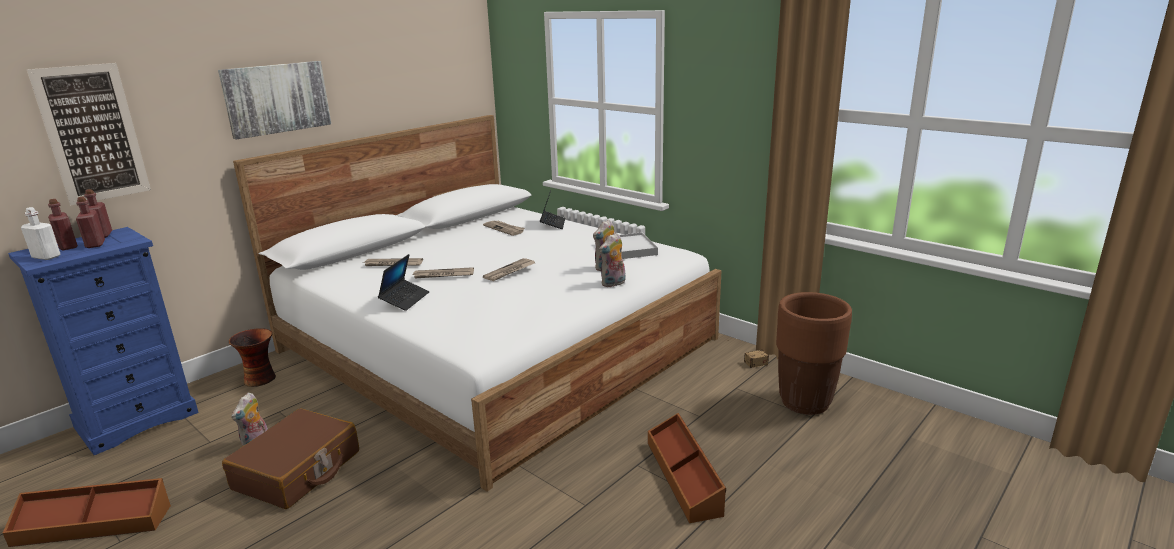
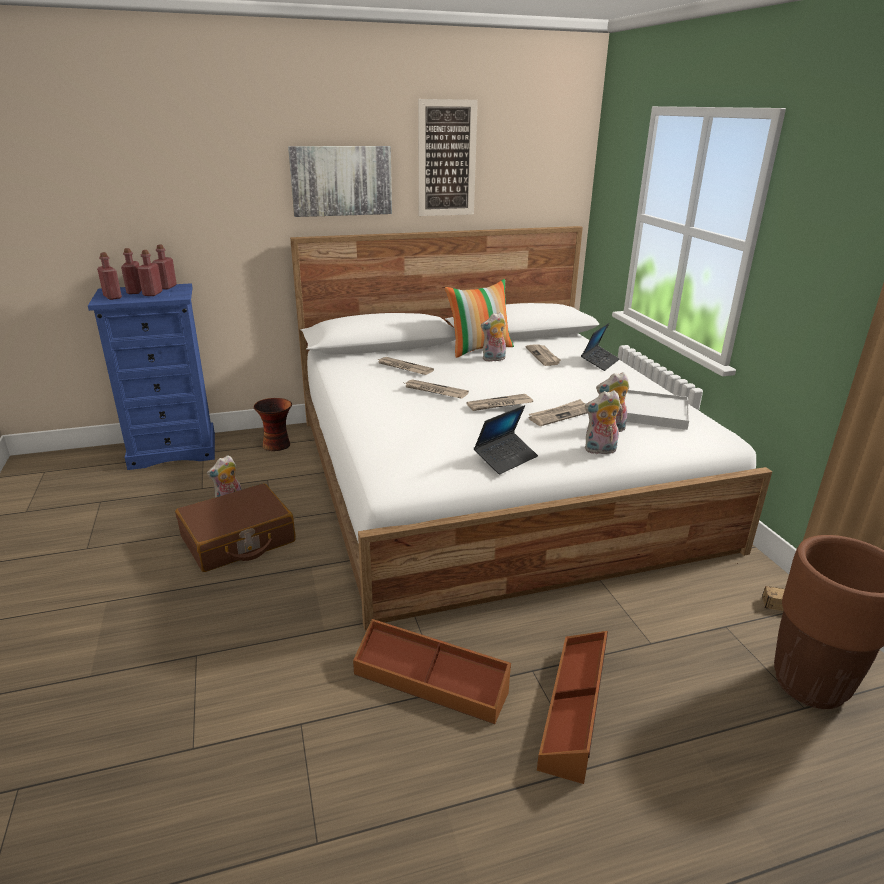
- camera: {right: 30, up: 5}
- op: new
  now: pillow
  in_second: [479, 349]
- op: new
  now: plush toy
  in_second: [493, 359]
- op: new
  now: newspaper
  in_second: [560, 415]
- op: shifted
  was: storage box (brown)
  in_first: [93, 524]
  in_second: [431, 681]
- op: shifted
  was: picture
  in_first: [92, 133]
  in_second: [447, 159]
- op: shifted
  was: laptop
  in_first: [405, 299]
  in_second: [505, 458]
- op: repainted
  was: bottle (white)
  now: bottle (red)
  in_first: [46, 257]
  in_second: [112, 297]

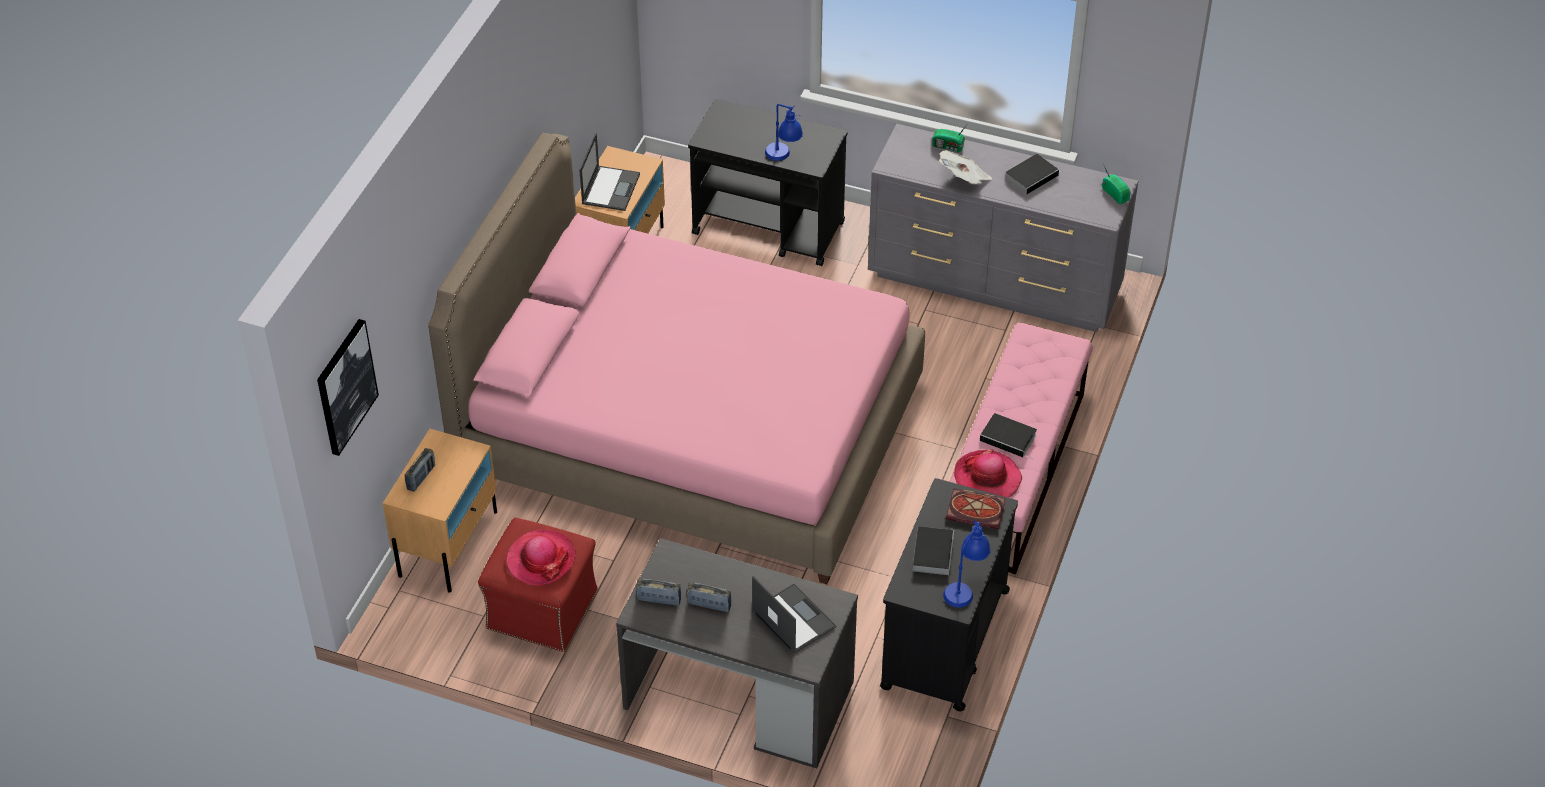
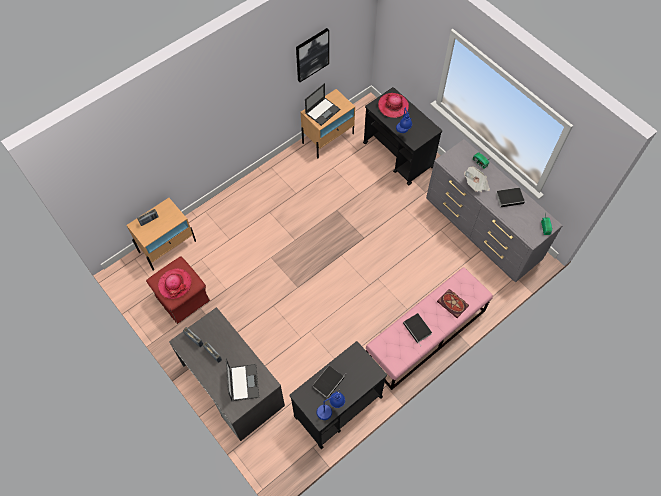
- camera: {right: 30, up: 15}
- op: gone
  was: bed (pink)
  in_first: [690, 431]
- op: shifted
  was: picture
  in_first: [345, 386]
  in_second: [312, 54]
- op: shifted
  was: book
  in_first: [977, 510]
  in_second: [453, 304]
- op: shifted
  was: hat
  in_first: [987, 478]
  in_second: [393, 106]

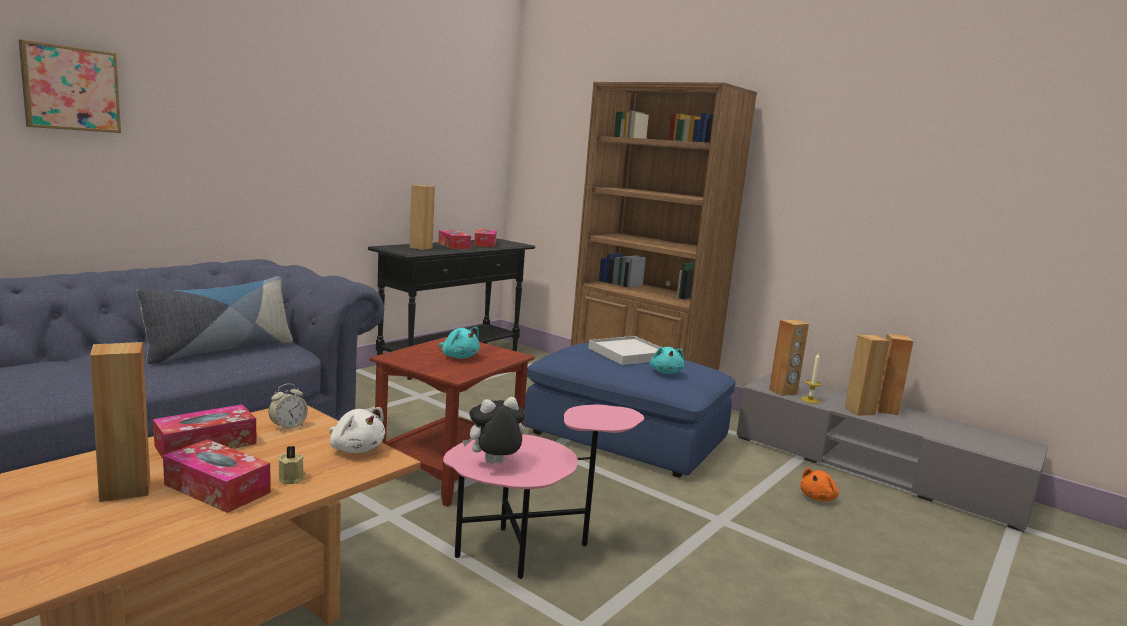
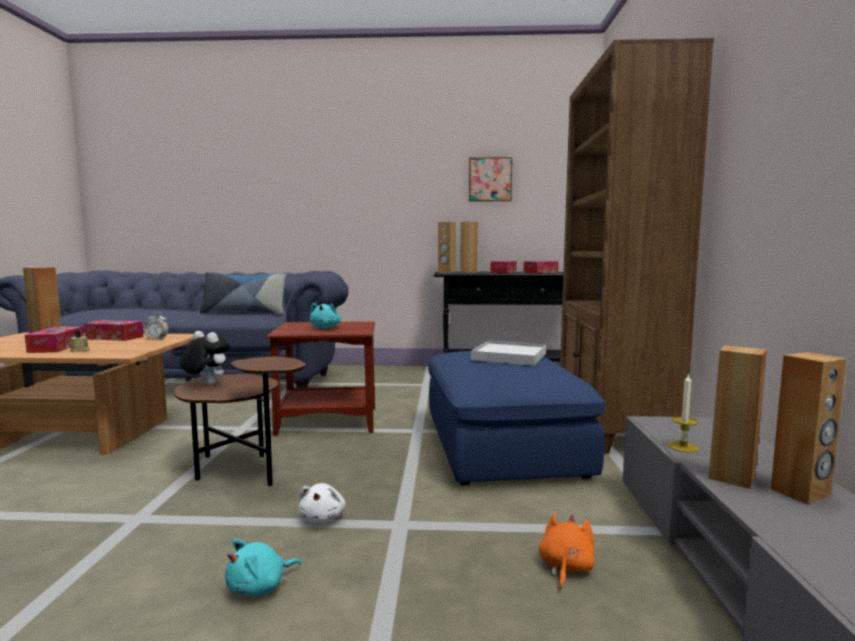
- camera: {right: 55, up: -5}
- op: shifted
  was: picture
  in_first: [70, 88]
  in_second: [490, 179]
- op: shifted
  was: plush toy (white)
  in_first: [356, 448]
  in_second: [323, 517]
- op: shifted
  was: plush toy (turquoise)
  in_first: [666, 372]
  in_second: [260, 587]
- op: shifted
  was: speaker (brown)
  in_first: [783, 392]
  in_second: [446, 272]
- op: repainted
  was: side table (pink)
  now: side table (brown)
  in_first: [530, 549]
  in_second: [241, 471]
- op: rotated
  was: plush toy (orange)
  in_first: [818, 497]
  in_second: [565, 567]
  clockwise: 105

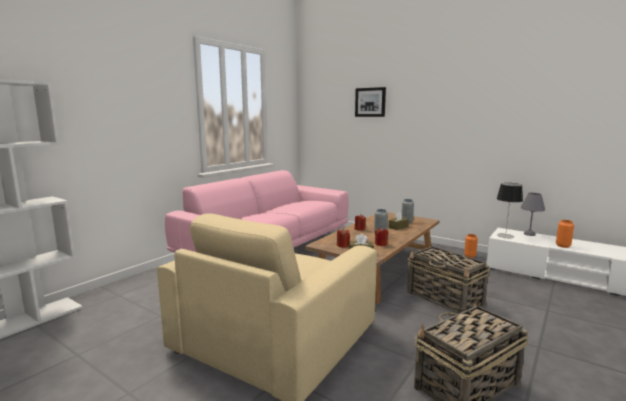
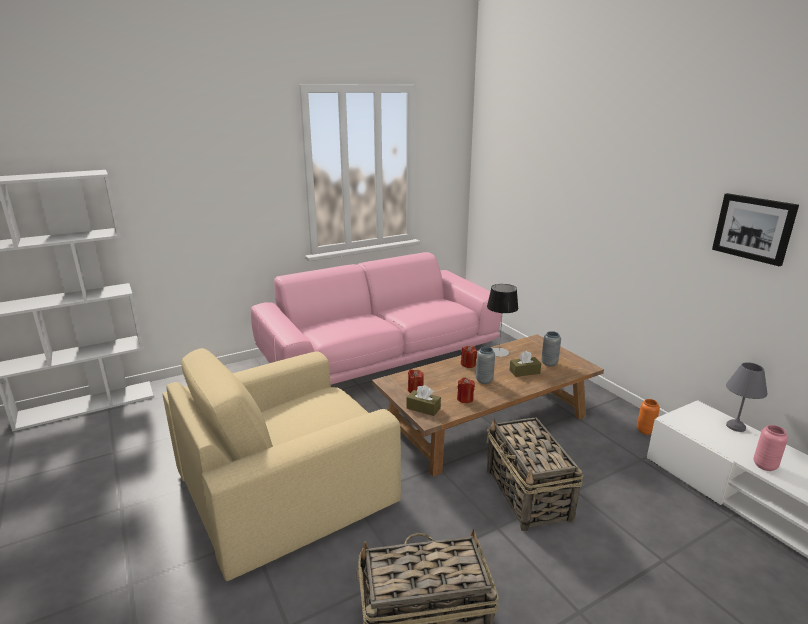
- camera: {right: 25, up: 10}
- op: shifted
  was: picture
  in_first: [370, 102]
  in_second: [754, 228]
- op: shifted
  was: table lamp
  in_first: [505, 236]
  in_second: [499, 352]
- op: repainted
  was: vase (orange)
  now: vase (pink)
  in_first: [563, 246]
  in_second: [764, 465]

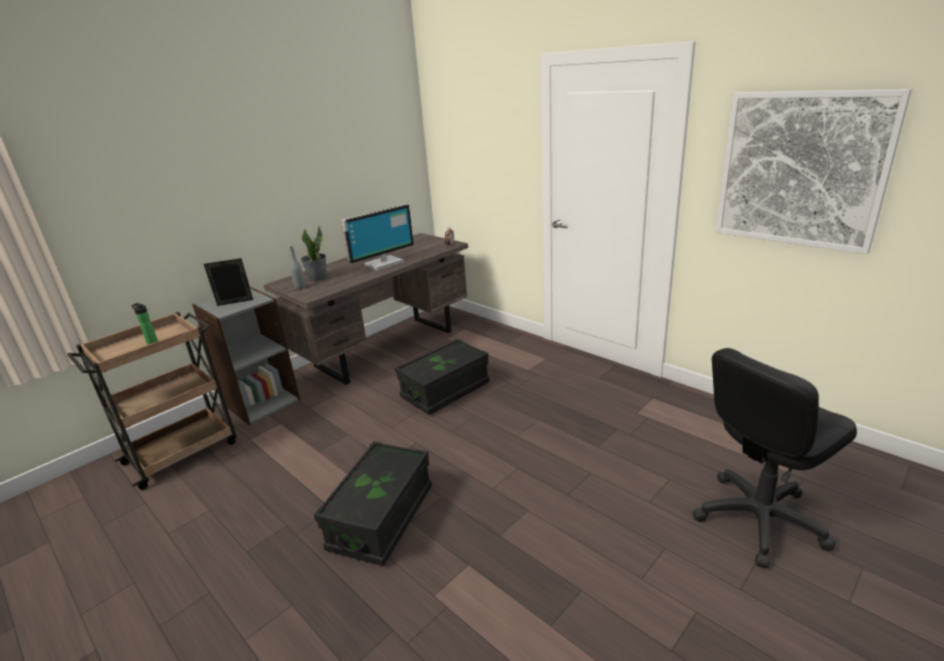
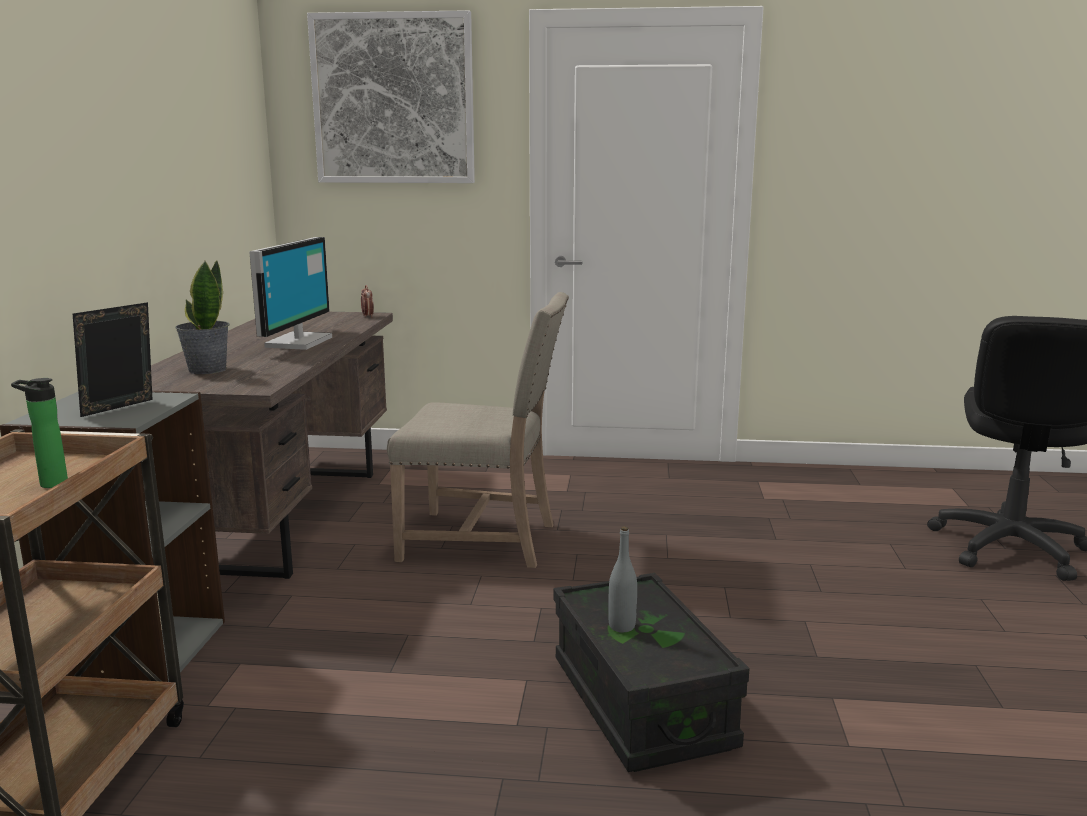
- camera: {right: -40, up: -10}
- op: shifted
  was: bottle (grey)
  in_first: [300, 287]
  in_second: [622, 626]
- op: shifted
  was: picture
  in_first: [800, 170]
  in_second: [393, 99]
- op: swapped
  was: storage box (black)
  now: chair (beige)
  in_first: [445, 391]
  in_second: [484, 540]

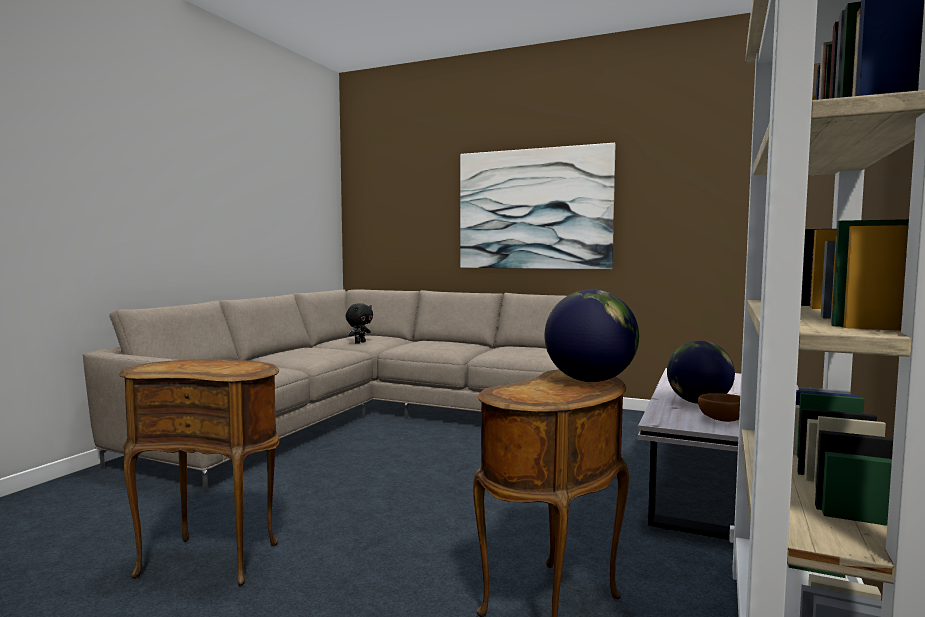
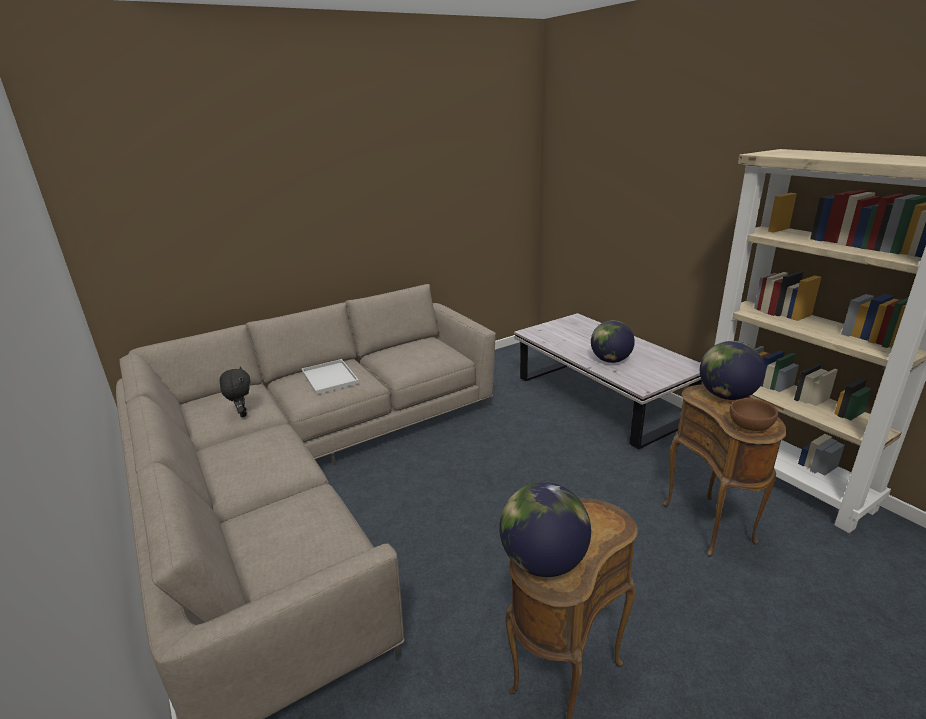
- camera: {right: -55, up: 20}
- op: gone
  was: picture
  in_first: [534, 209]
- op: new
  now: tray (white)
  in_second: [331, 378]
- op: new
  now: globe
  in_second: [543, 561]
- op: shifted
  was: bowl (brown)
  in_first: [723, 420]
  in_second: [751, 426]

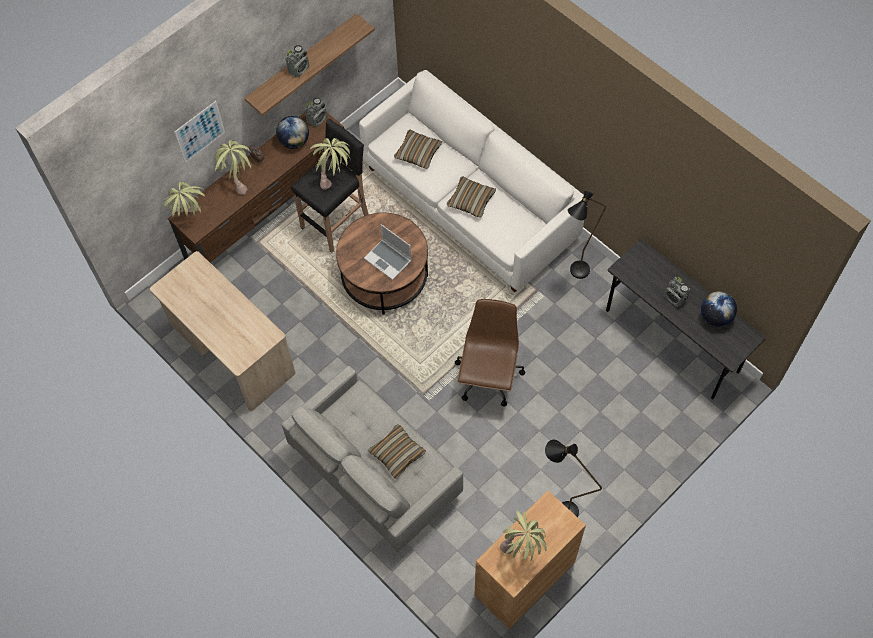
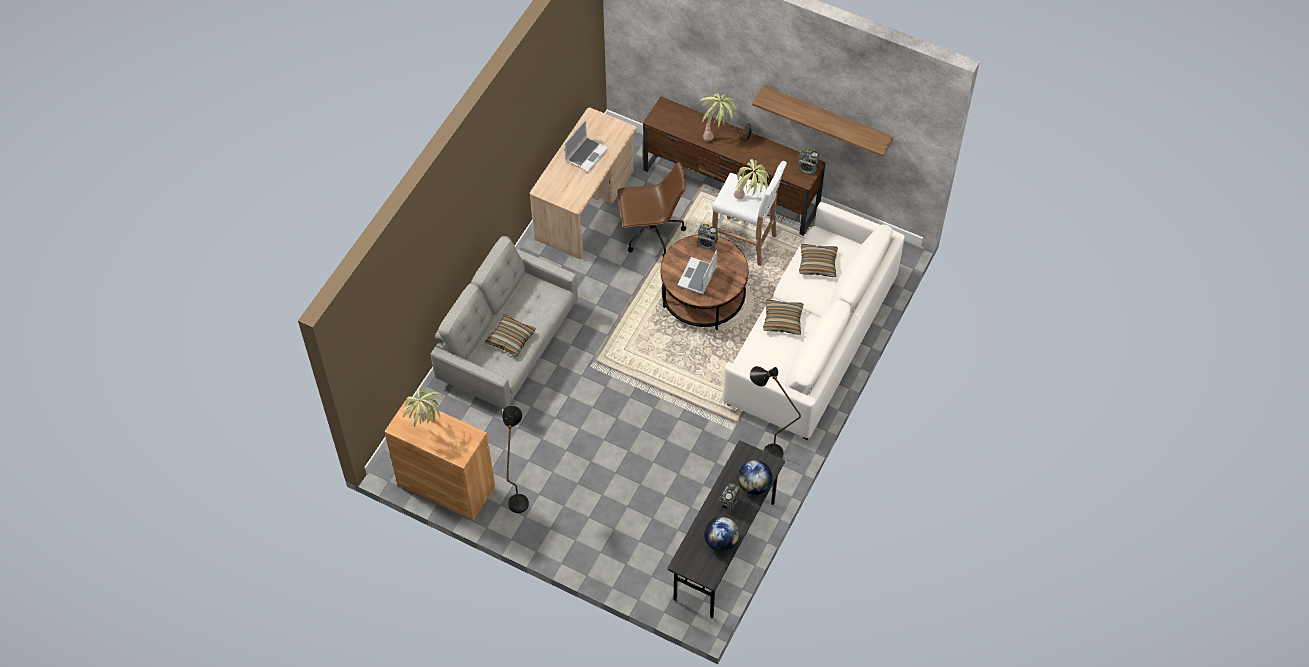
- camera: {right: 70, up: -5}
- op: gone
  was: potted plant
  in_first: [191, 220]
- op: gone
  was: picture
  in_first: [200, 132]
- op: new
  now: laptop
  in_second: [586, 154]
- op: shifted
  was: globe
  in_first: [294, 141]
  in_second: [754, 485]
- op: shifted
  was: radio
  in_first: [299, 69]
  in_second: [707, 243]
- op: shifted
  was: office chair (brown)
  in_first: [488, 378]
  in_second: [651, 234]
- op: repainted
  was: stool (black)
  now: stool (white)
  in_first: [336, 222]
  in_second: [745, 242]

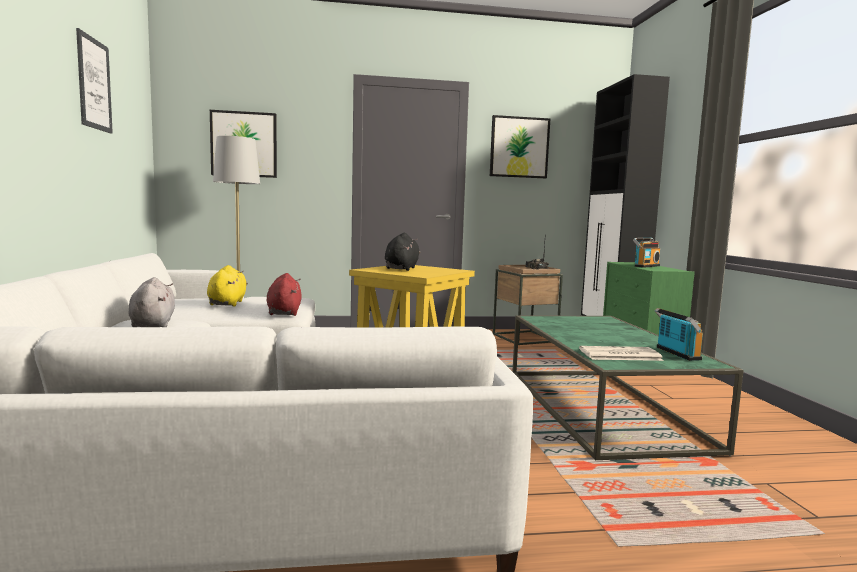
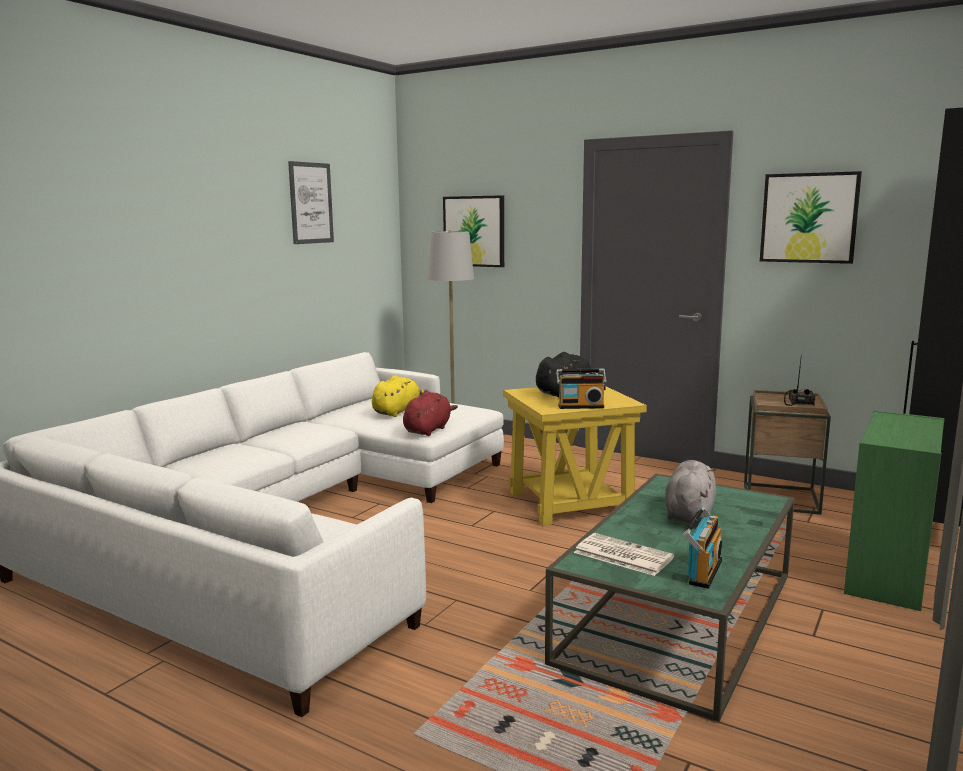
- camera: {right: 40, up: 5}
- op: shifted
  was: plush toy (grey)
  in_first: [153, 324]
  in_second: [689, 514]
- op: shifted
  was: radio
  in_first: [645, 266]
  in_second: [580, 406]

